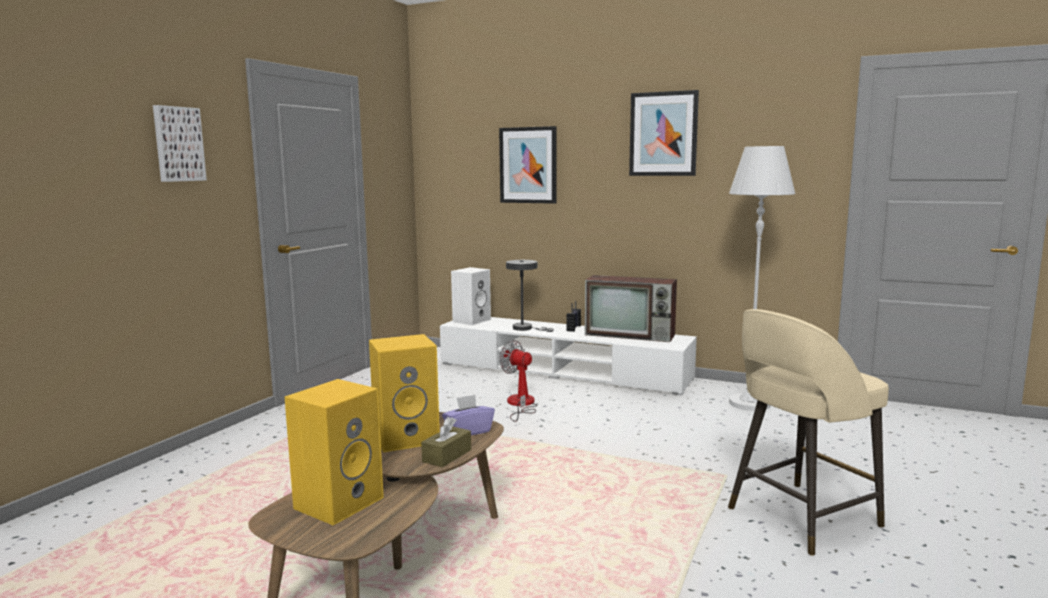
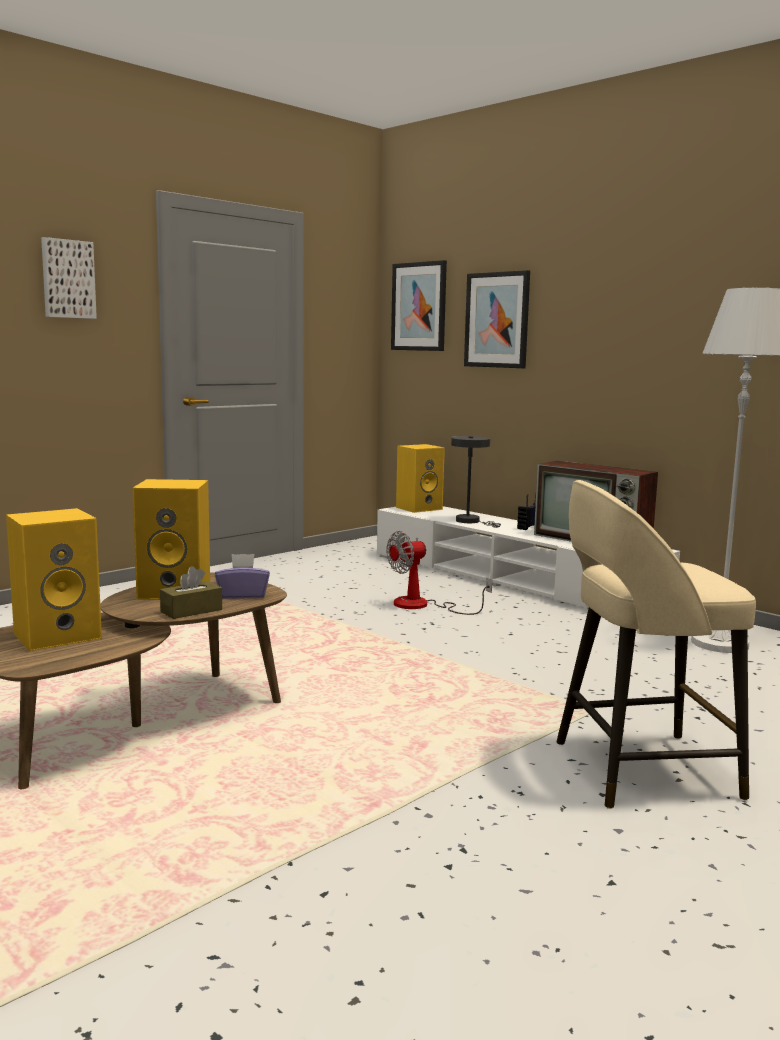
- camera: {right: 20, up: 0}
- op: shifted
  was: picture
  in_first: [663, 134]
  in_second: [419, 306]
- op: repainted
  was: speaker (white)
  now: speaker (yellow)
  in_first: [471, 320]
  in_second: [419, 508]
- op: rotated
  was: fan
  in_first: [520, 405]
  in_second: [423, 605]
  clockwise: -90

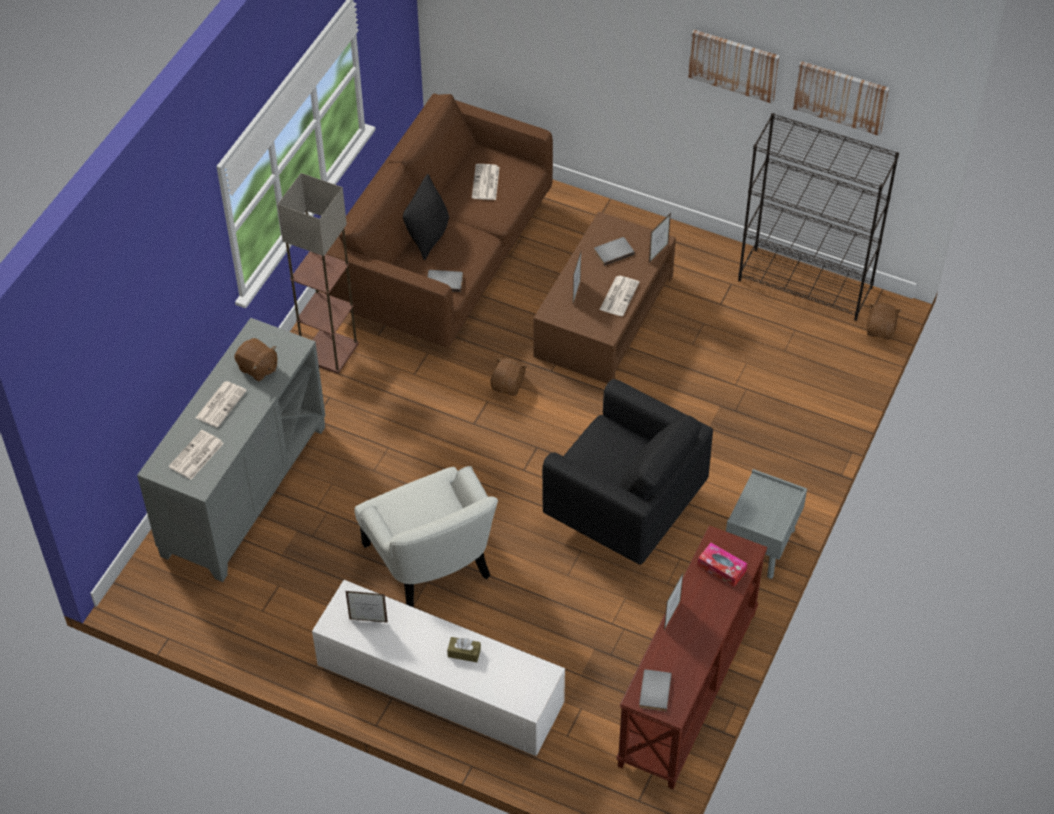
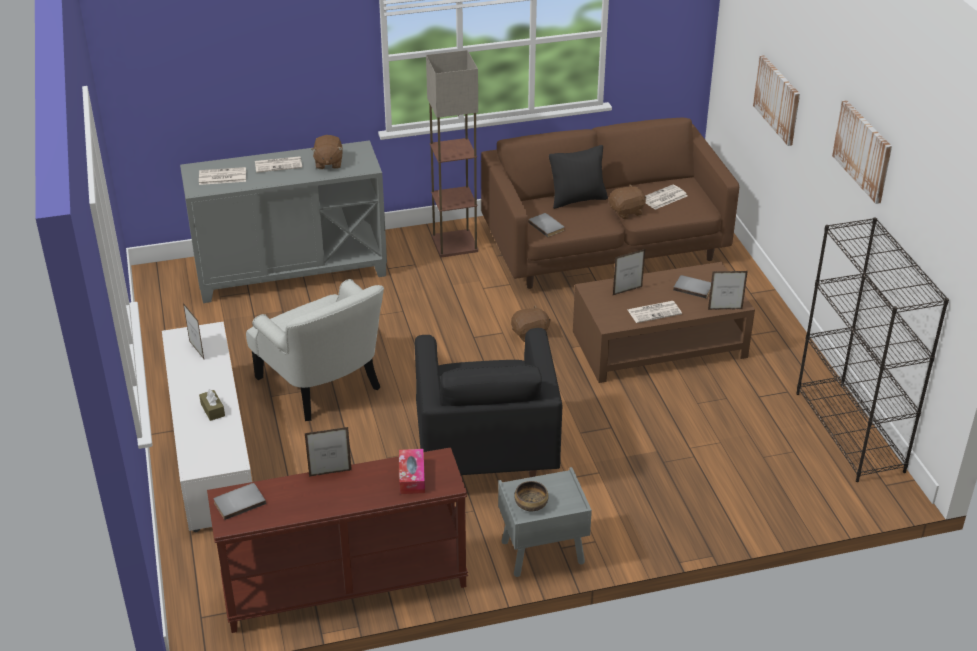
- camera: {right: 50, up: -15}
- op: new
  now: bowl
  in_second: [531, 503]
- op: shifted
  was: picture
  in_first: [841, 96]
  in_second: [778, 99]
- op: shifted
  was: plush toy (brown)
  in_first: [880, 330]
  in_second: [627, 212]
- op: rotated
  was: armchair (white)
  in_first: [431, 561]
  in_second: [322, 383]
  clockwise: -60

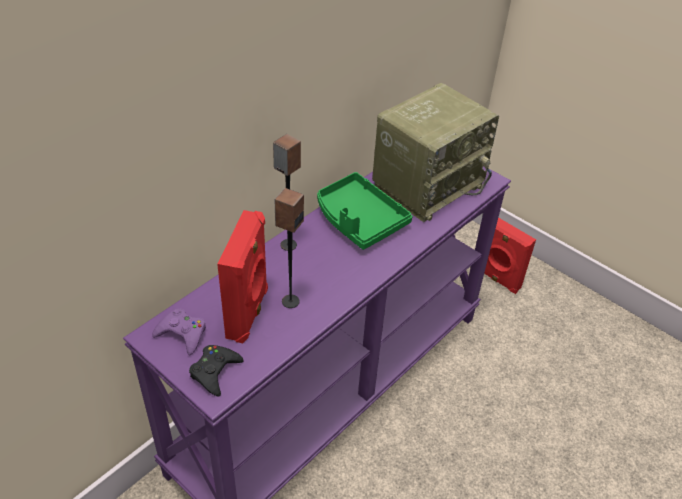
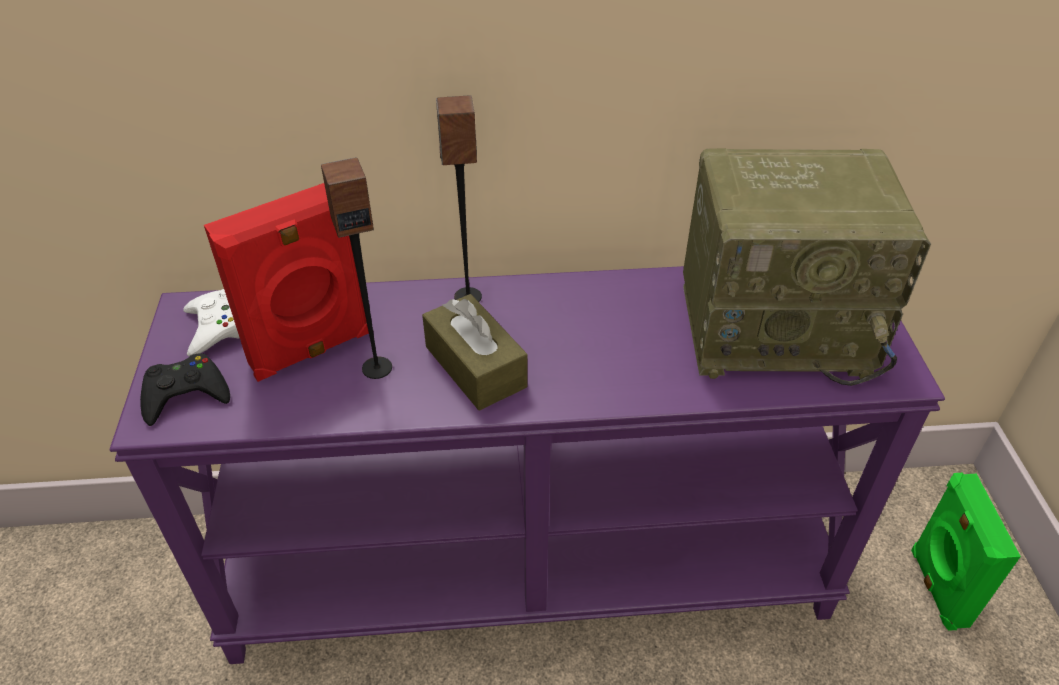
- camera: {right: 45, up: 0}
- op: gone
  was: tray (green)
  in_first: [359, 220]
- op: new
  now: tissue box (brown)
  in_second: [475, 367]
- op: repainted
  was: game controller (purple)
  now: game controller (white)
  in_first: [182, 334]
  in_second: [215, 327]
- op: repainted
  was: speaker (red)
  now: speaker (green)
  in_first: [497, 279]
  in_second: [936, 587]

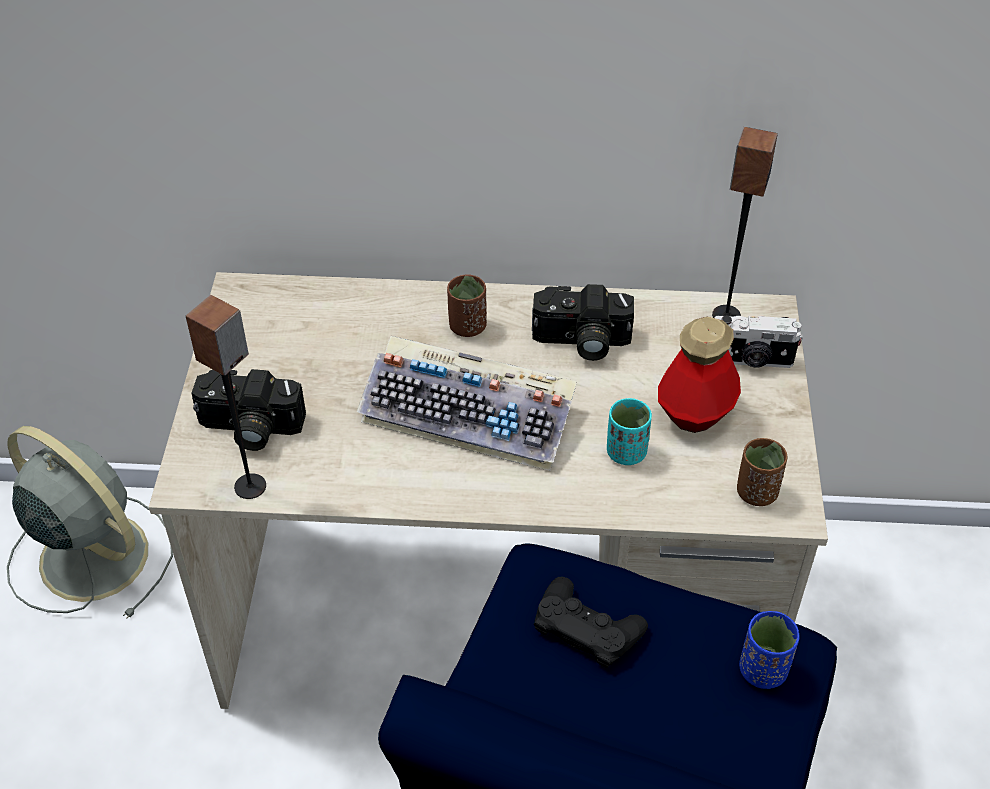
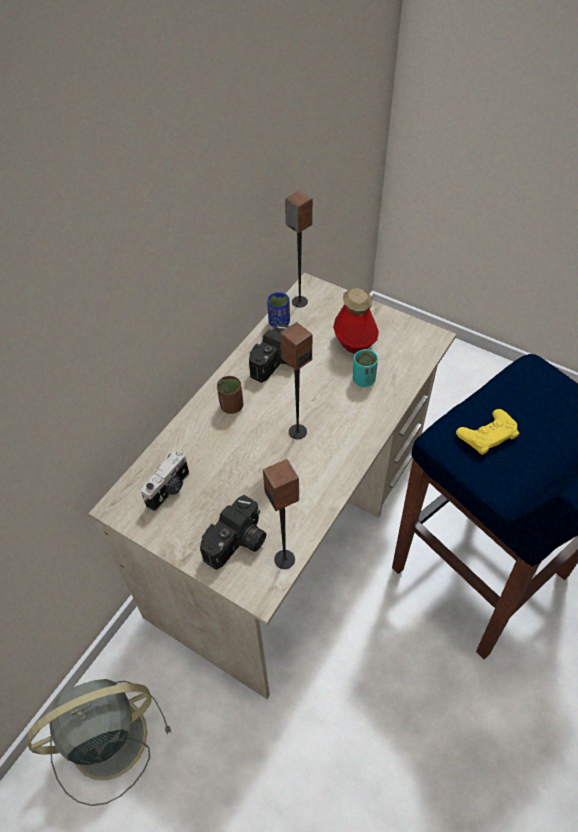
- camera: {right: -60, up: 5}
- op: gone
  was: cup (brown)
  in_first: [756, 492]
- op: shifted
  was: photo camera
  in_first: [750, 361]
  in_second: [170, 490]
- op: shifted
  was: cup (blue)
  in_first: [763, 670]
  in_second: [279, 322]
- op: swapped
  was: keyboard
  now: speaker
  in_first: [471, 414]
  in_second: [297, 431]
- op: repainted
  was: game controller (black)
  now: game controller (yellow)
  in_first: [587, 627]
  in_second: [487, 435]

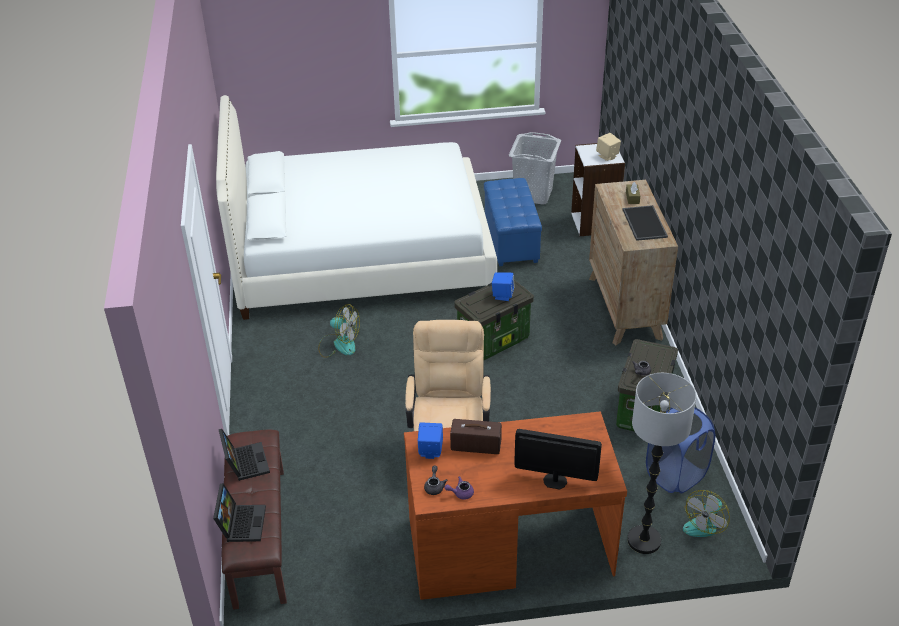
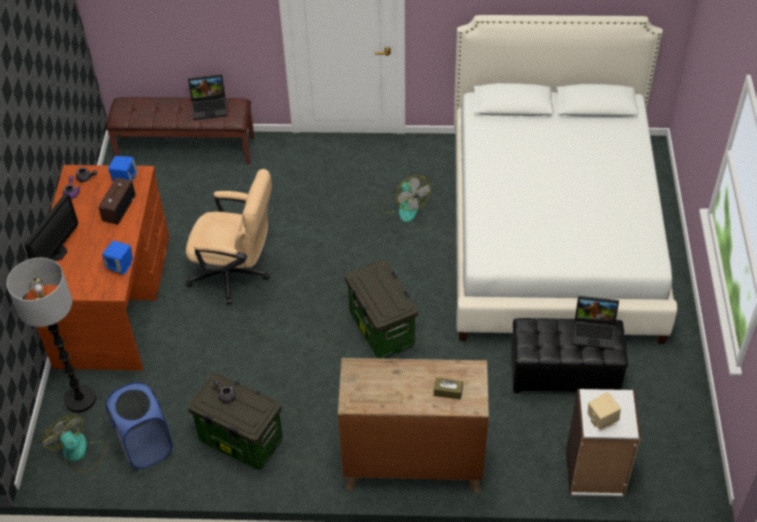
- camera: {right: 100, up: 10}
- op: gone
  was: laundry basket (grey)
  in_first: [533, 194]
- op: gone
  was: tray
  in_first: [643, 223]
- op: shifted
  was: laptop
  in_first: [241, 523]
  in_second: [595, 331]
- op: shifted
  was: speaker (blue)
  in_first: [502, 295]
  in_second: [121, 266]
- op: repainted
  was: ottoman (blue)
  now: ottoman (black)
  in_first: [510, 240]
  in_second: [564, 373]
- op: rotated
  was: fan
  in_first: [339, 344]
  in_second: [404, 207]
  clockwise: -60

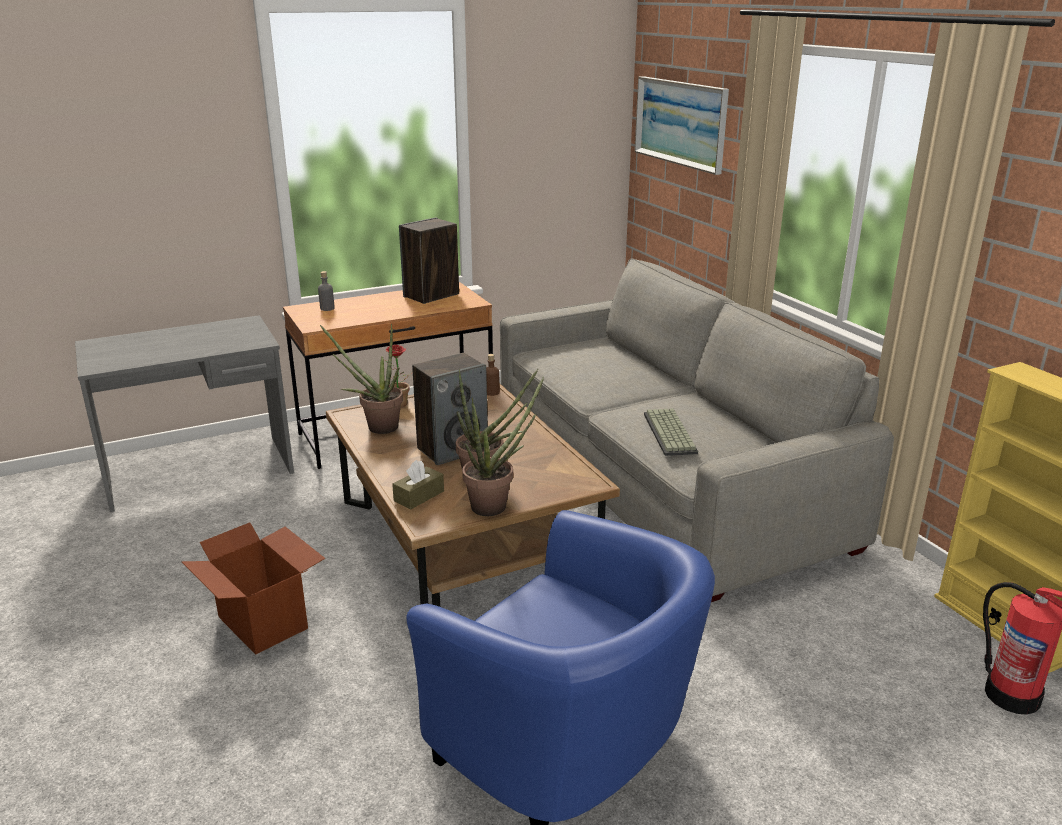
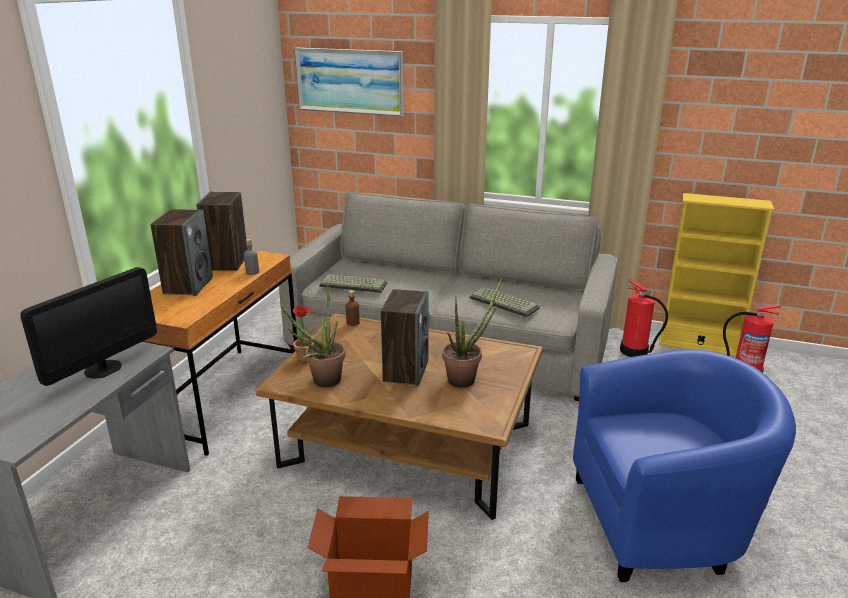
- camera: {right: -45, up: 0}
- op: gone
  was: tissue box (brown)
  in_first: [419, 496]
- op: gone
  was: potted plant
  in_first: [496, 505]
- op: new
  now: monitor
  in_second: [103, 369]
- op: new
  now: speaker
  in_second: [188, 285]
- op: new
  now: keyboard
  in_second: [354, 284]
- op: new
  now: fire extinguisher
  in_second: [634, 351]
- op: shifted
  was: bottle (grey)
  in_first: [327, 308]
  in_second: [252, 272]

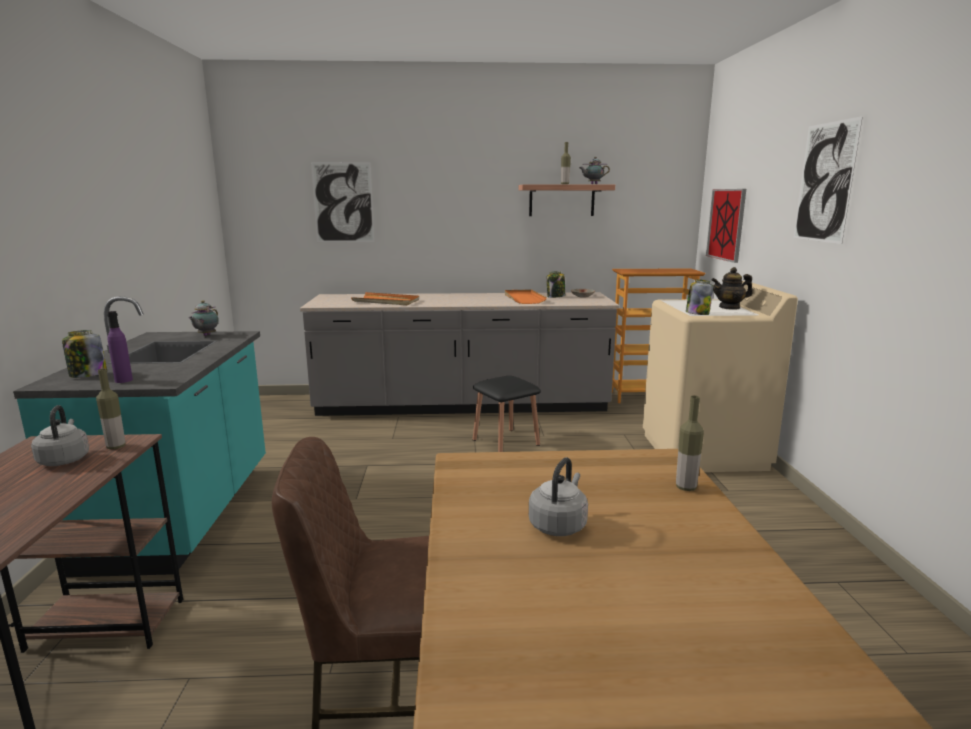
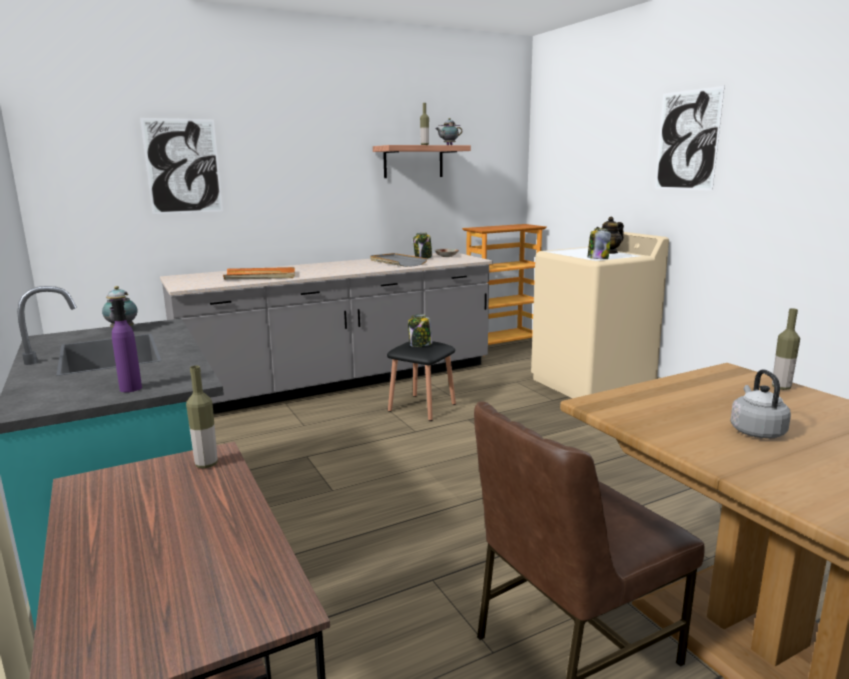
- camera: {right: -25, up: 0}
- op: gone
  was: kettle (grey)
  in_first: [64, 459]
- op: gone
  was: picture
  in_first: [726, 224]
- op: shifted
  was: jar
  in_first: [87, 375]
  in_second: [420, 345]
- op: repainted
  was: tray (orange)
  now: tray (grey)
  in_first: [523, 299]
  in_second: [397, 262]

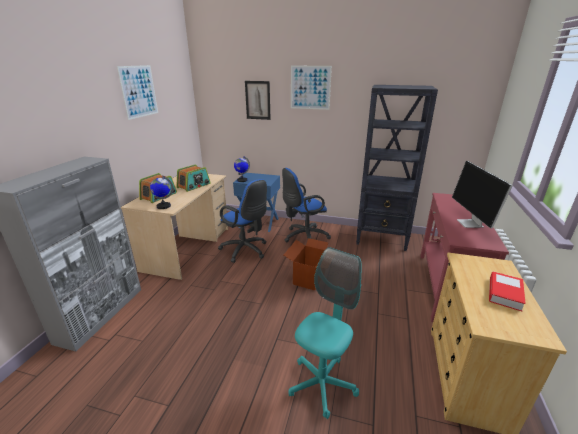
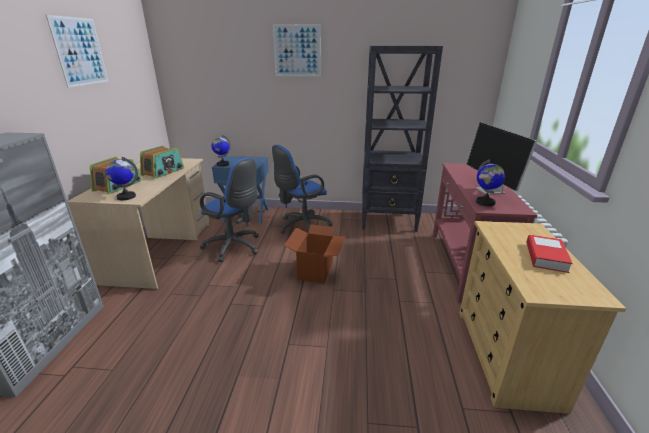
- camera: {right: -10, up: 0}
- op: gone
  was: picture
  in_first: [258, 100]
- op: gone
  was: office chair (turquoise)
  in_first: [322, 384]
- op: new
  now: globe
  in_second: [485, 202]

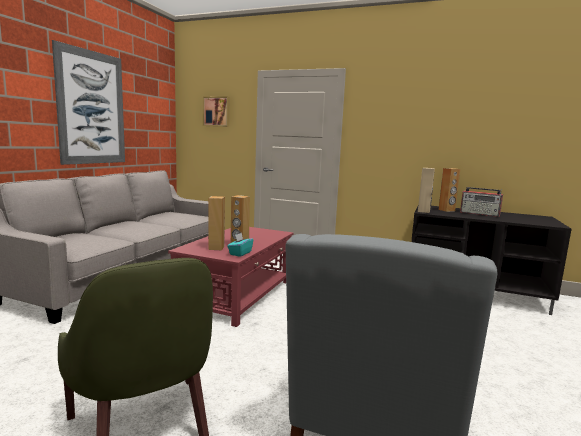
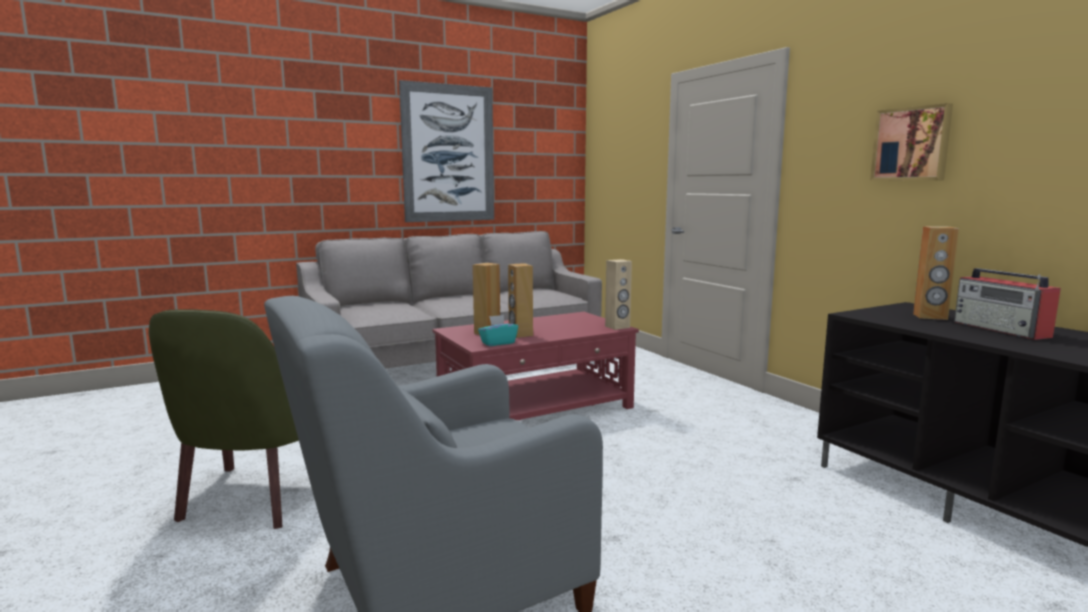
- camera: {right: 40, up: 0}
- op: shifted
  was: picture
  in_first: [216, 111]
  in_second: [911, 144]
- op: shifted
  was: speaker (beige)
  in_first: [424, 211]
  in_second: [617, 327]

